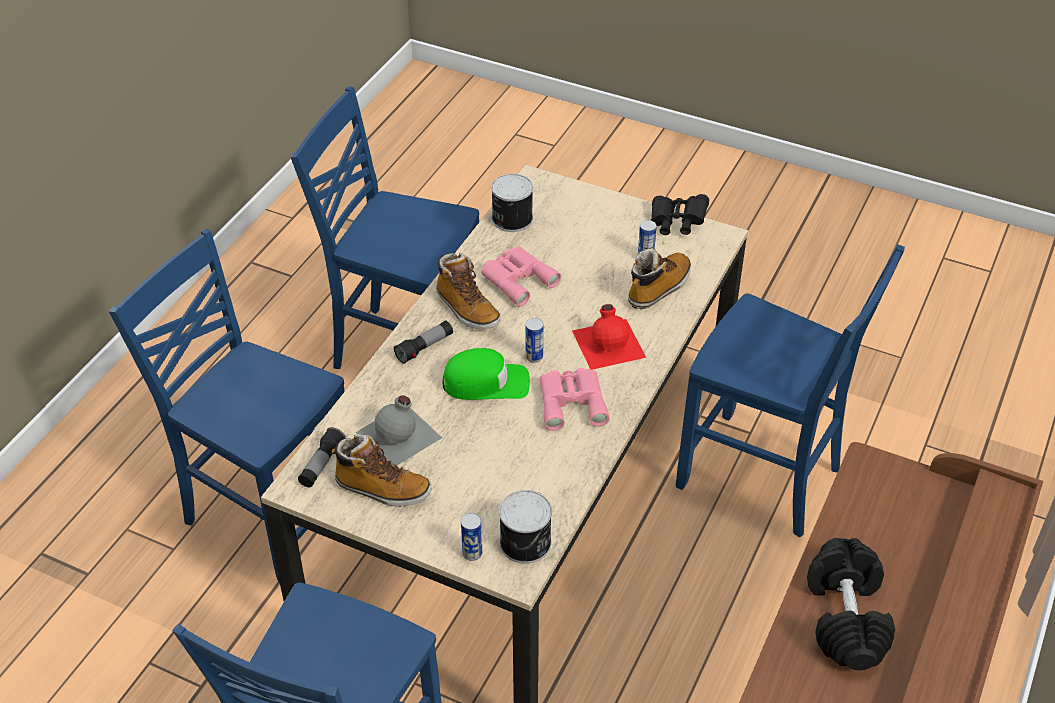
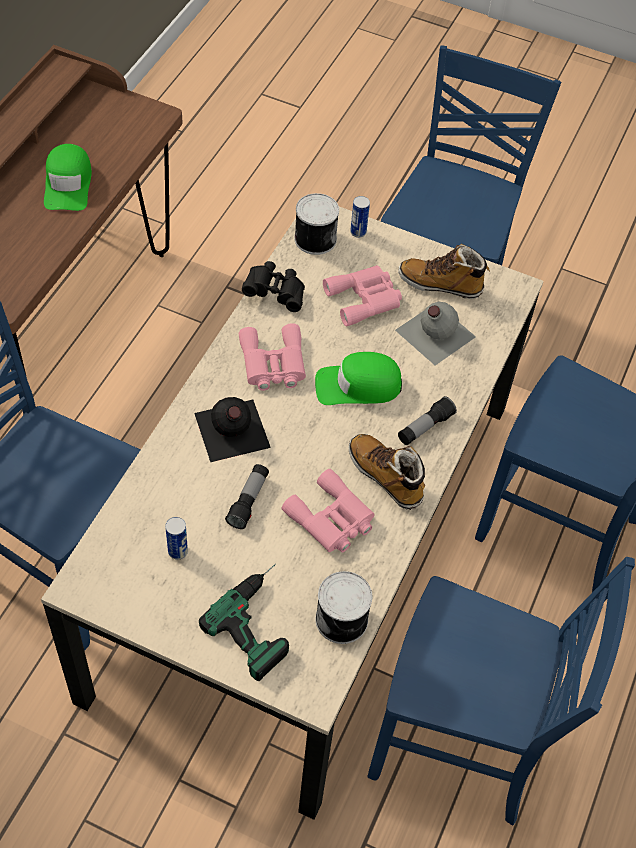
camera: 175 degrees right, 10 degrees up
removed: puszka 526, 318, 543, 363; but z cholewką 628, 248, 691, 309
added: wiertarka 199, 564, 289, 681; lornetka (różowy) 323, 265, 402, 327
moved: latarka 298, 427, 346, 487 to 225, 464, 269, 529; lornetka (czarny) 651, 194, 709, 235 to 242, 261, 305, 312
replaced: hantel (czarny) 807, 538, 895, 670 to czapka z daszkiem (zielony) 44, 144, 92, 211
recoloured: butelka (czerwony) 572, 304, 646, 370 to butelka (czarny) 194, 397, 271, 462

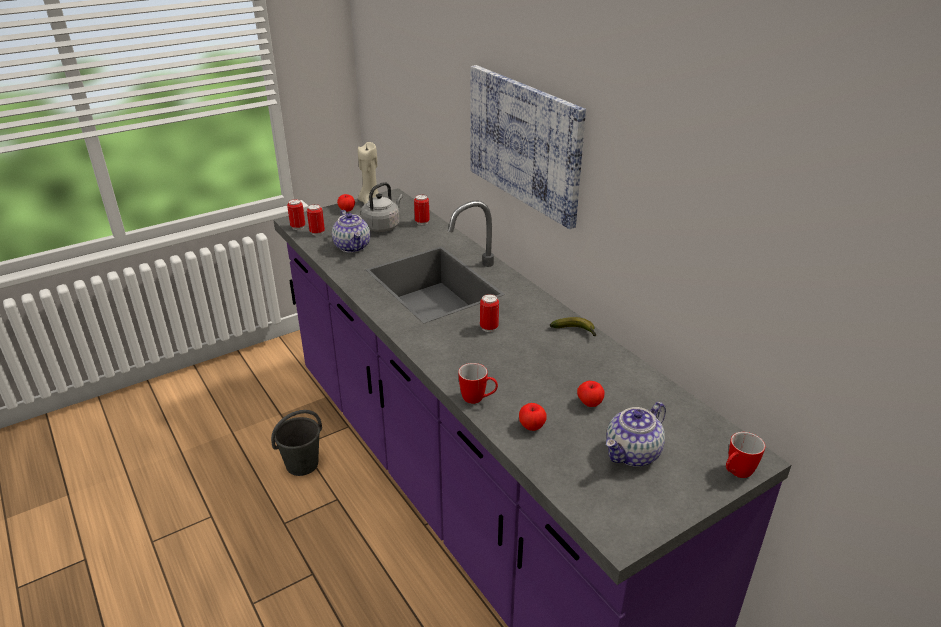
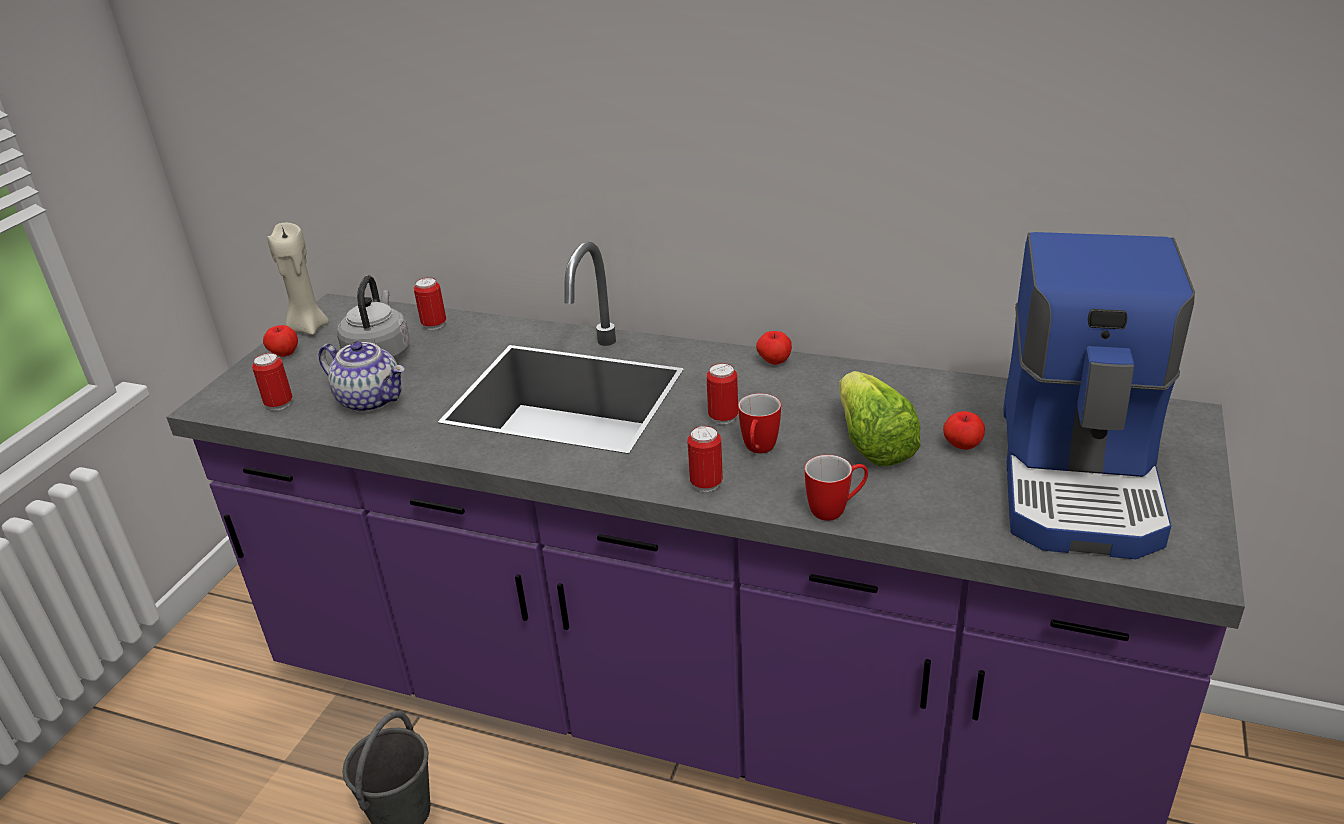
camera: 35 degrees left, 0 degrees up
removed: obraz 470, 65, 586, 229; banan 550, 317, 596, 336
added: sałata 839, 371, 921, 467
moved: puszka 287, 199, 305, 230 to 687, 426, 723, 492; jabłko 519, 403, 547, 431 to 756, 331, 792, 365; kubek 726, 432, 765, 478 to 738, 393, 781, 454
replaced: imbryk 606, 402, 666, 467 to ekspres do kawy 1003, 232, 1195, 559

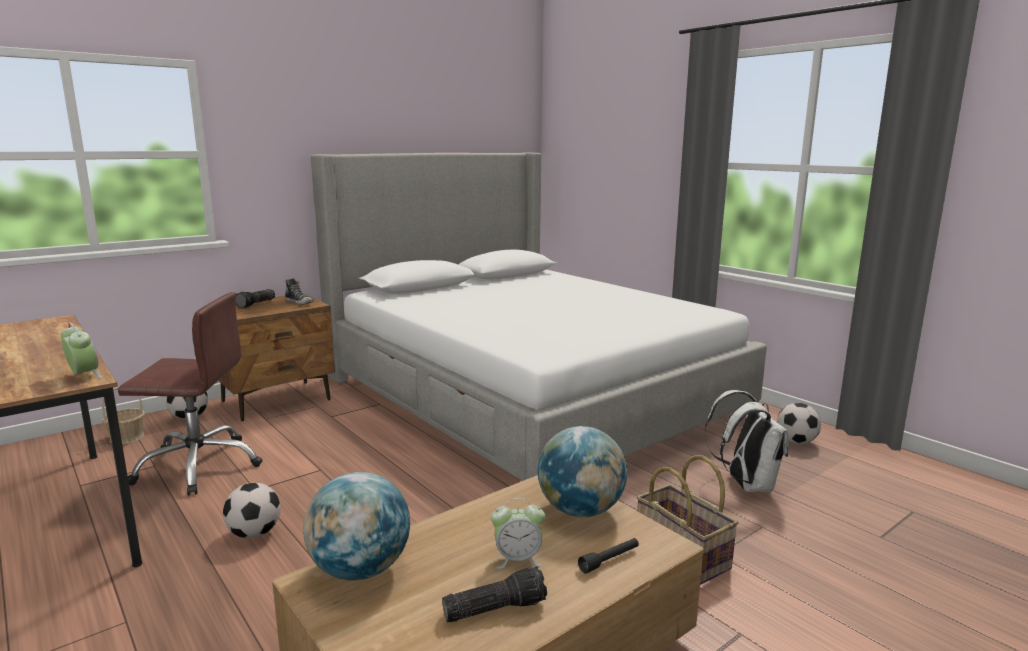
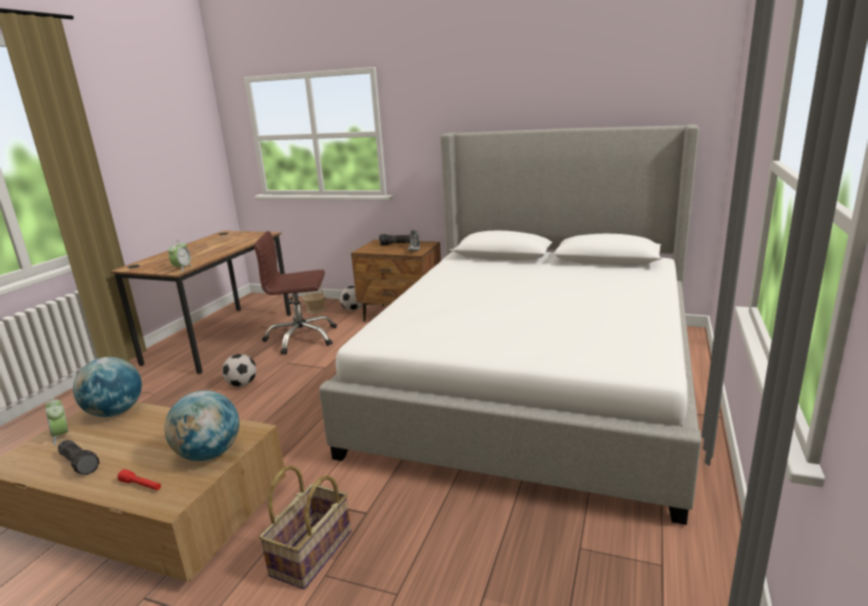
camera: 60 degrees right, 5 degrees up
removed: plecak (biały) 705, 390, 789, 493; piłka futbolowa 777, 403, 821, 444
moved: budzik 491, 498, 545, 569 to 45, 397, 68, 445
recoloured: latarka (czarny) 578, 538, 639, 574 to latarka (czerwony) 117, 469, 161, 490
turned: krzesło biurowe (brązowy) 118, 292, 262, 496 = 253, 231, 337, 355 120 degrees clockwise

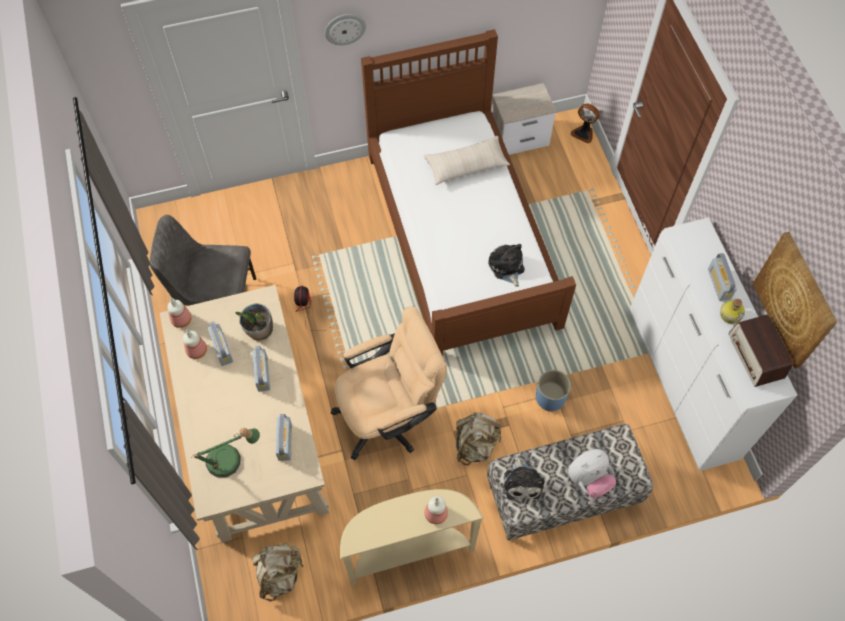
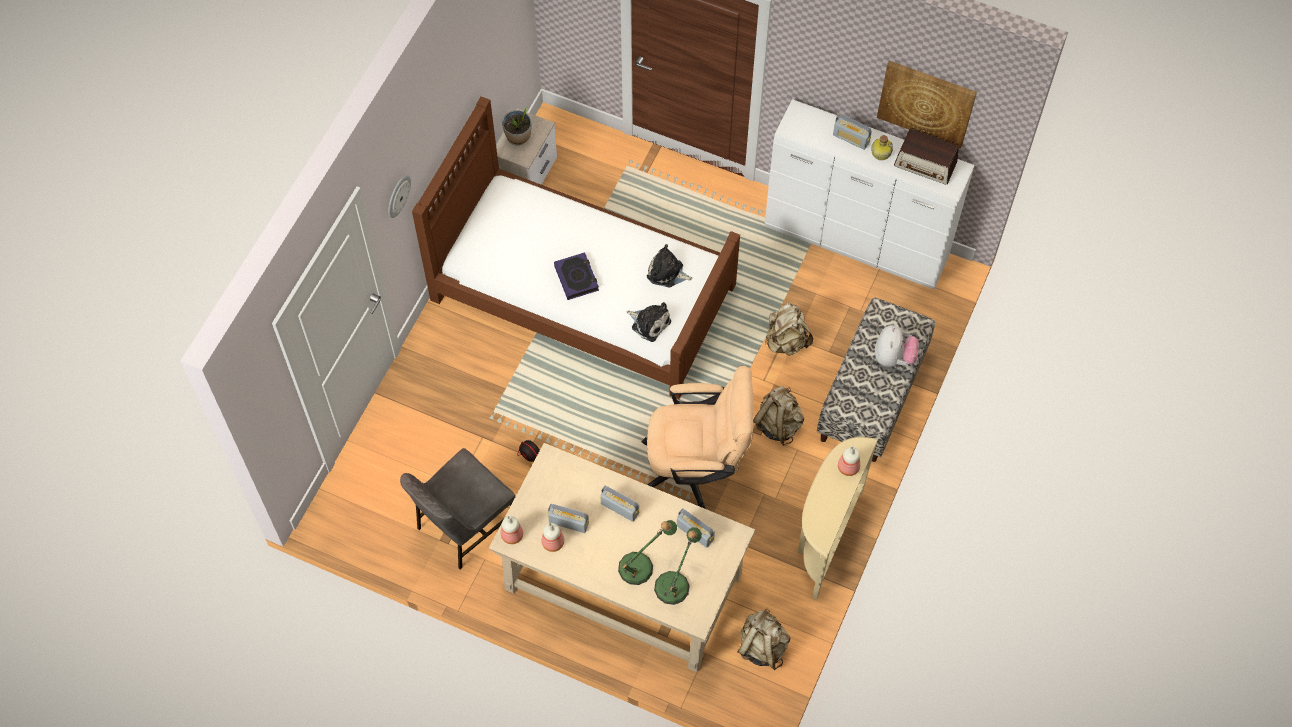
camera: 50 degrees left, 0 degrees up
removed: poduszka (beżowy) 424, 136, 510, 185; wentylator 571, 103, 600, 144
added: książka 554, 252, 599, 300; lampa stołowa 618, 520, 677, 585
moved: roślina doniczkowa 236, 304, 273, 341 to 502, 107, 532, 146; pluszak 504, 456, 545, 500 to 627, 302, 671, 342
replaced: donica (niebieski) 536, 370, 571, 412 to plecak (beżowy) 765, 302, 813, 356
turned: krzesło biurowe (beżowy) 331, 306, 447, 460 = 642, 366, 753, 509 75 degrees clockwise

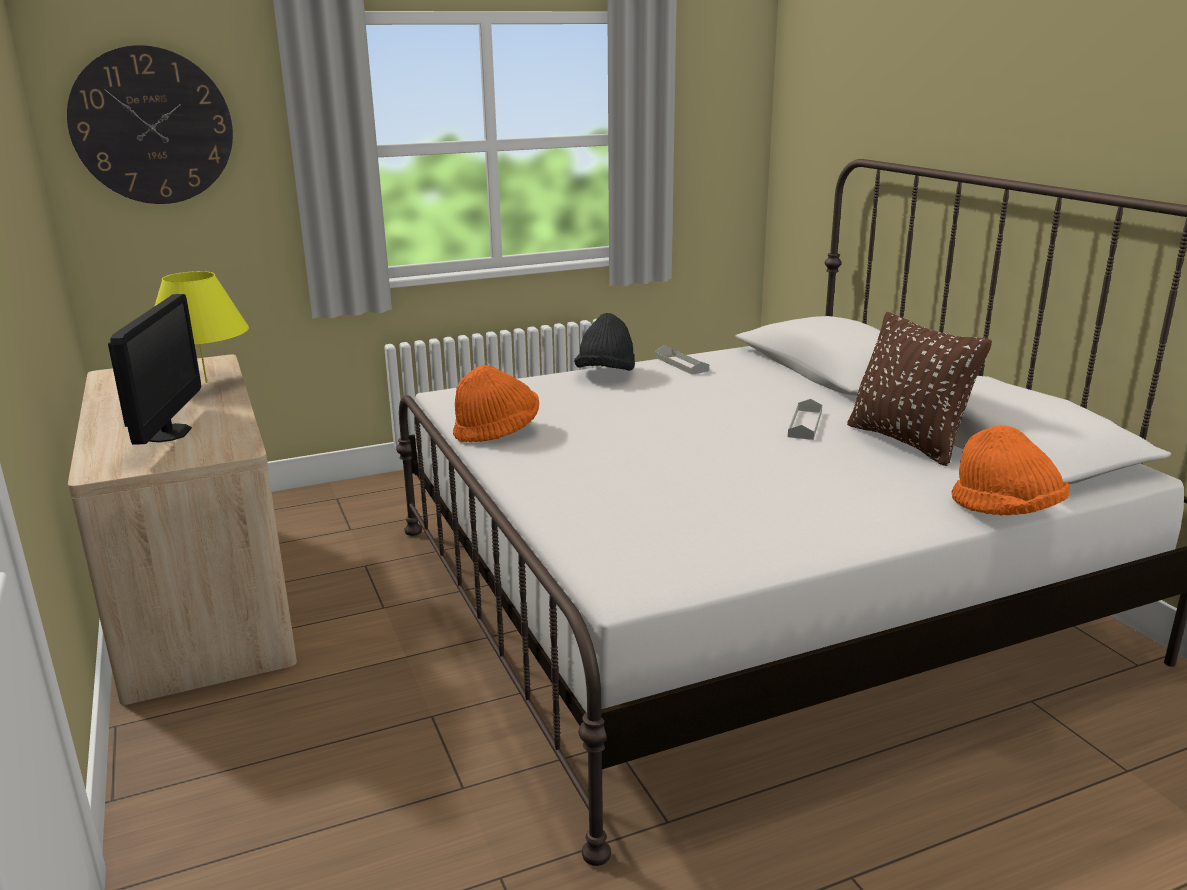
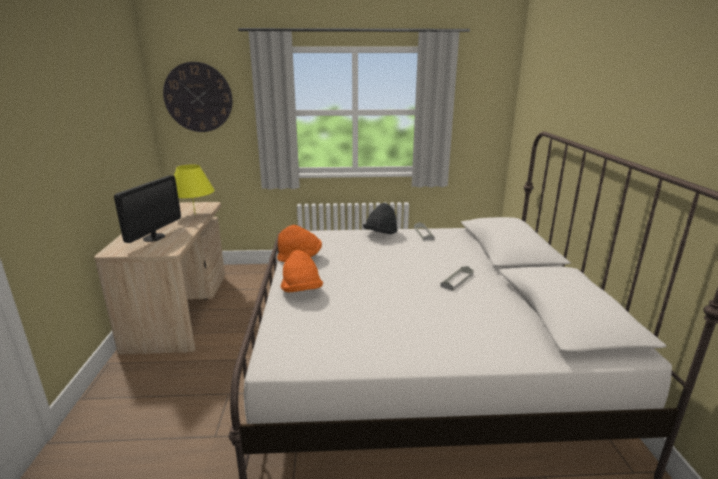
camera: 20 degrees right, 0 degrees up
removed: poduszka (brązowy) 847, 312, 992, 466
moved: kapelusz (pomarańczowy) 952, 425, 1070, 516 to 281, 250, 323, 292

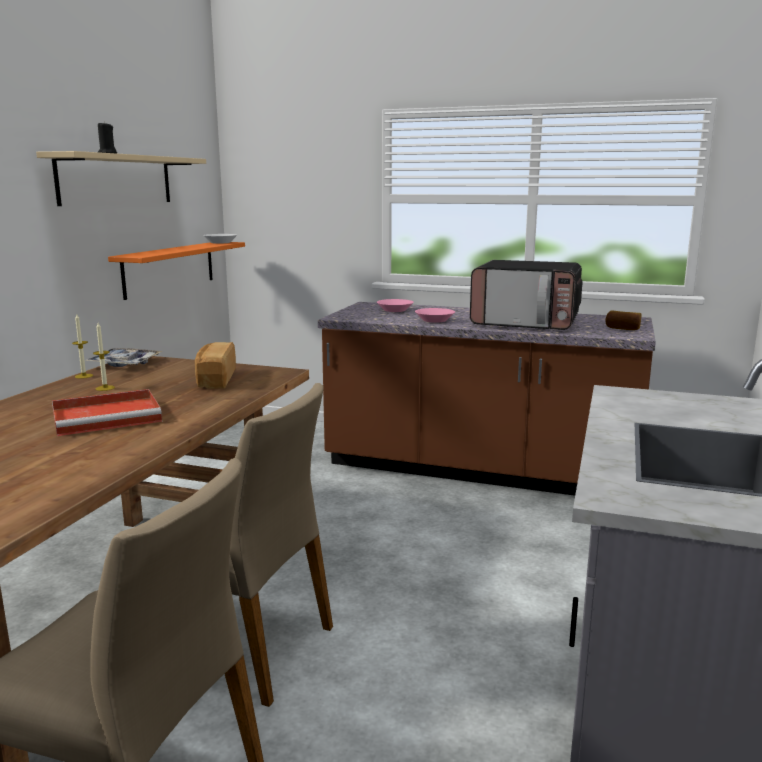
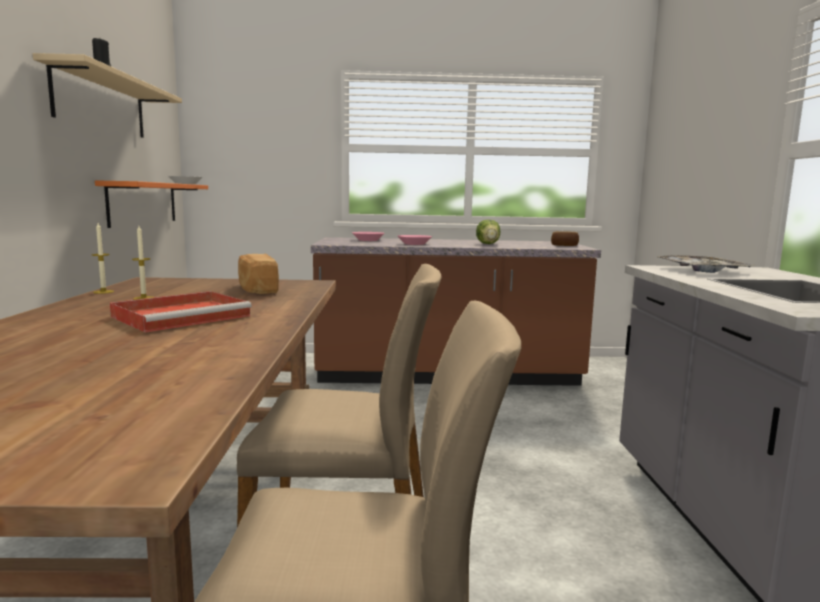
camera: 20 degrees left, 5 degrees down
moved: taca 85, 348, 162, 367 to 658, 255, 755, 273
replaced: mikrofalówka 470, 260, 583, 330 to sałata 476, 219, 500, 244

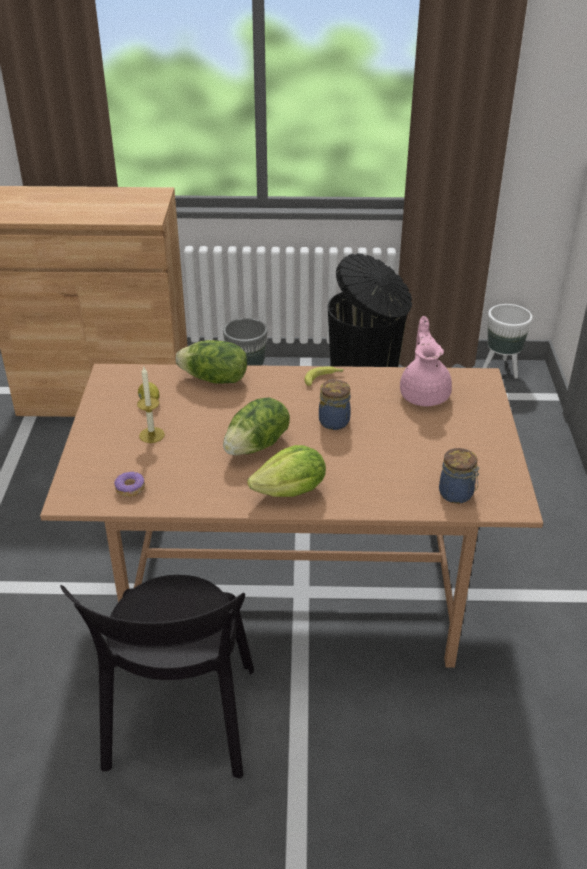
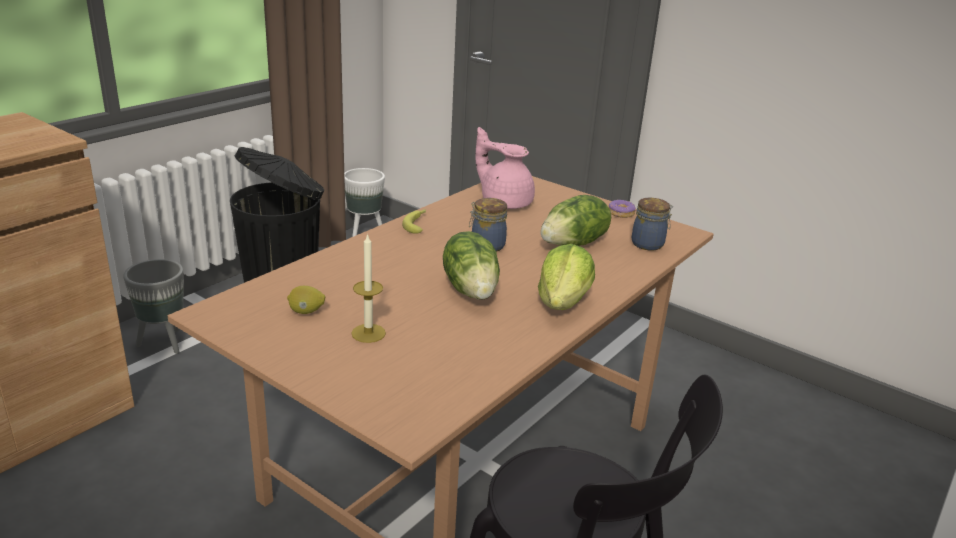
camera: 55 degrees left, 10 degrees down
moved: donut 114, 472, 145, 497 to 609, 200, 636, 218; sałata 176, 340, 247, 384 to 541, 195, 611, 246

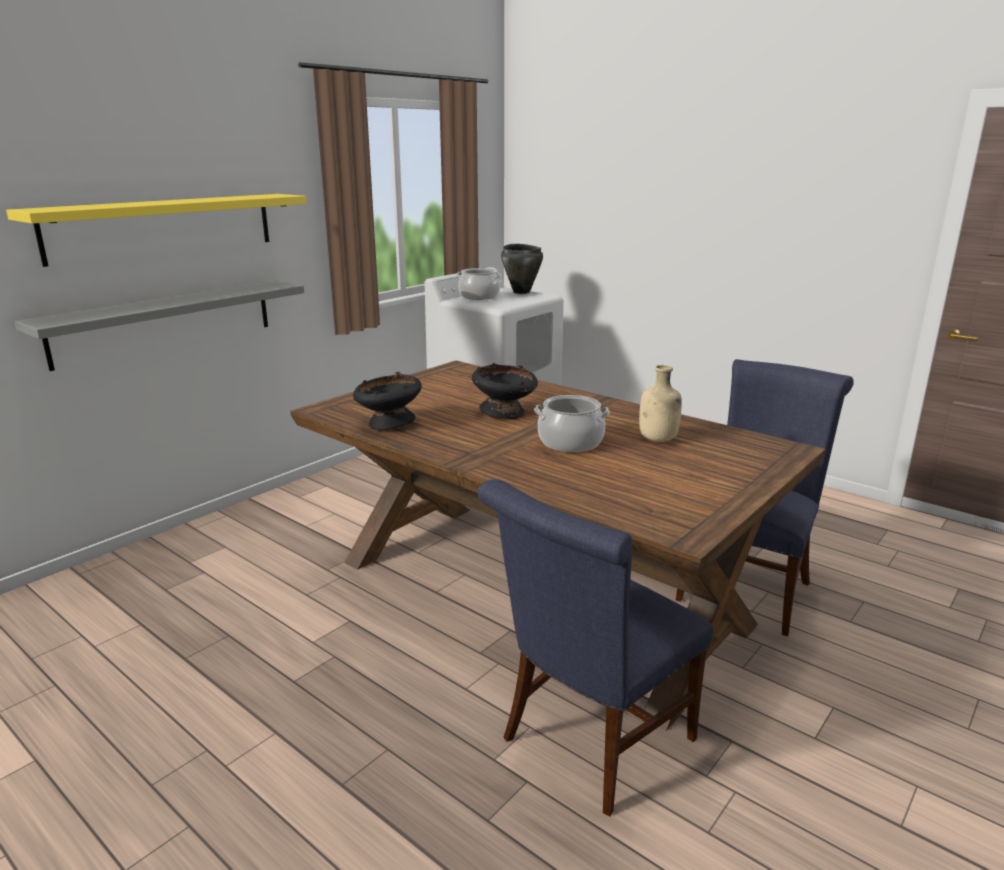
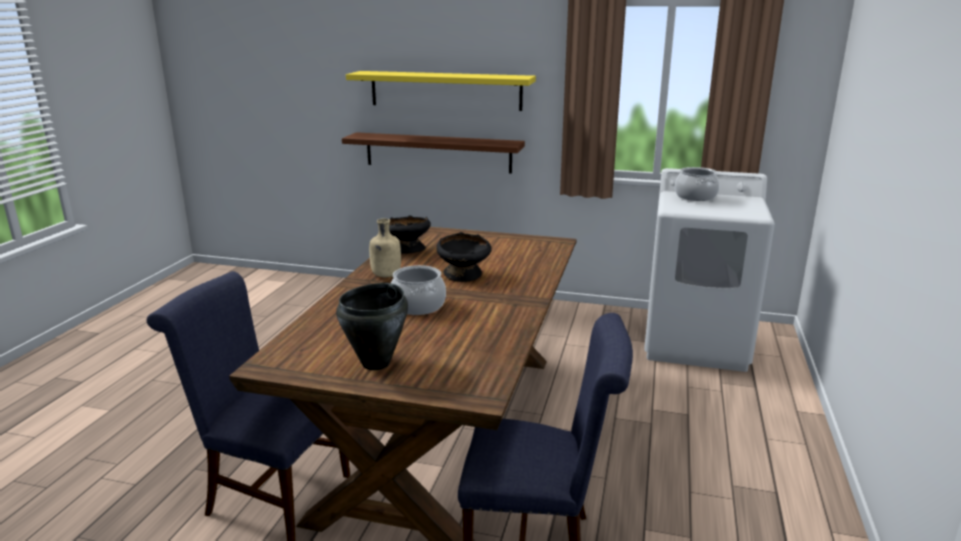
camera: 65 degrees right, 0 degrees up
moved: garnek (czarny) 501, 244, 543, 294 to 336, 283, 408, 370; butelka (beżowy) 639, 365, 682, 442 to 369, 219, 401, 277
recoloured: półka (szary) 14, 281, 304, 371 to półka (brązowy) 342, 132, 525, 174

